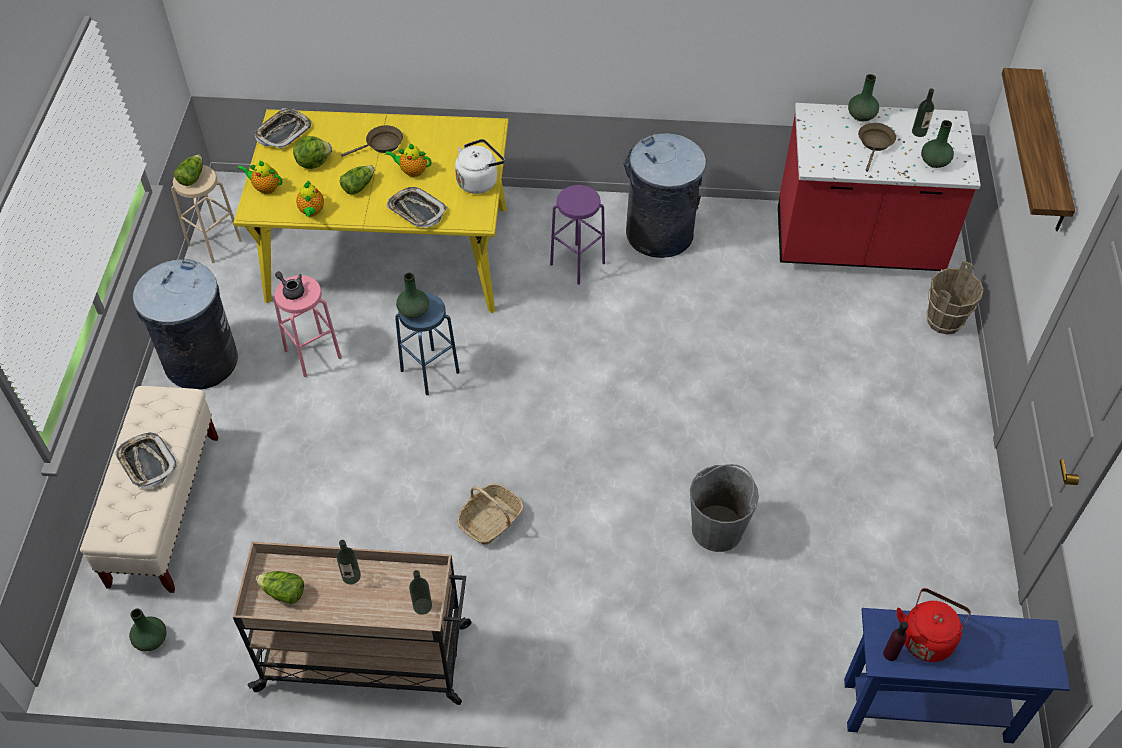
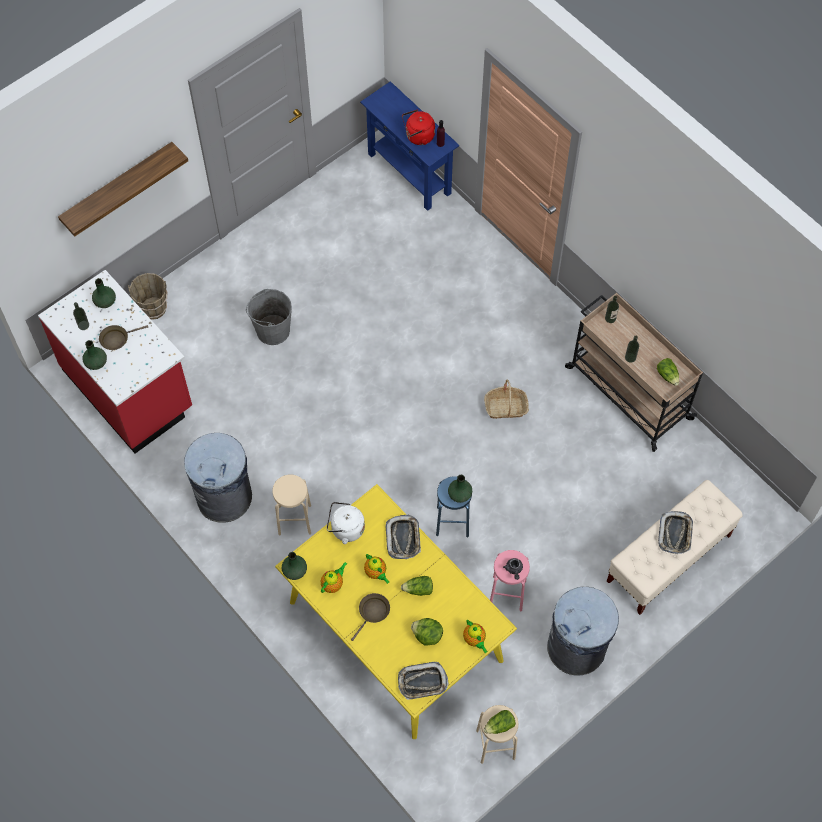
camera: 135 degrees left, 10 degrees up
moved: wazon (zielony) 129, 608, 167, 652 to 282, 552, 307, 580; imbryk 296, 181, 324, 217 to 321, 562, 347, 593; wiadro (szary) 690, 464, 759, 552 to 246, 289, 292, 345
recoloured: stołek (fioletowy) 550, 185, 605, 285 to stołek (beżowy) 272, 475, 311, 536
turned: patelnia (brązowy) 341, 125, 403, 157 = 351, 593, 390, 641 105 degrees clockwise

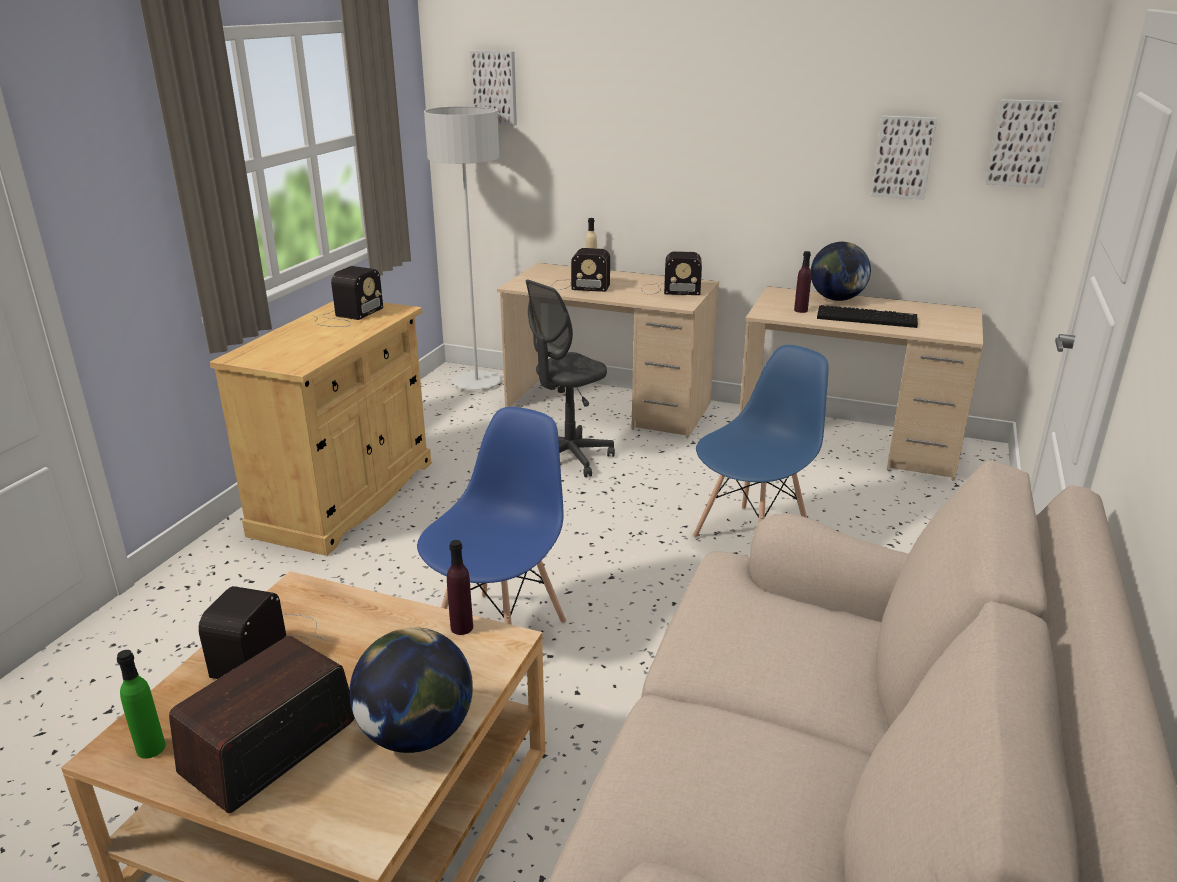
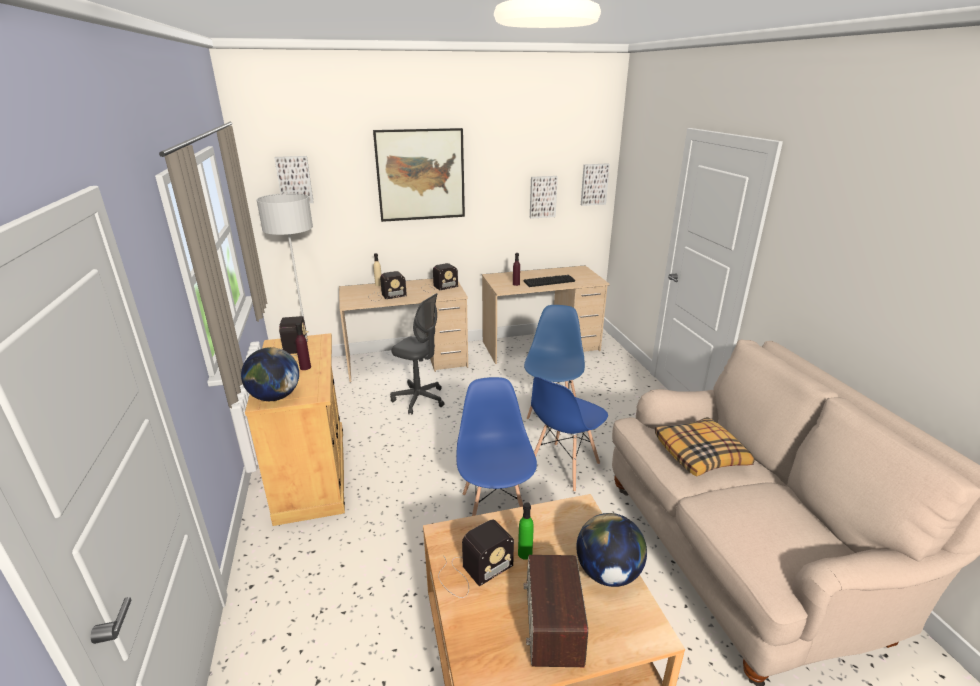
camera: 35 degrees left, 0 degrees up
added: obraz 373, 128, 465, 222; krzesło (niebieski) 531, 377, 608, 492; poduszka 655, 417, 755, 477
moved: butelka (zielony) 117, 650, 166, 759 to 518, 502, 534, 560; butelka (fioletowy) 447, 540, 473, 635 to 295, 323, 311, 370; globus 811, 242, 871, 301 to 241, 347, 299, 401
turned: radio 198, 586, 327, 679 = 438, 519, 514, 598 105 degrees counterclockwise; krzesło biurowe (szary) 526, 279, 615, 478 = 390, 293, 444, 415 75 degrees counterclockwise

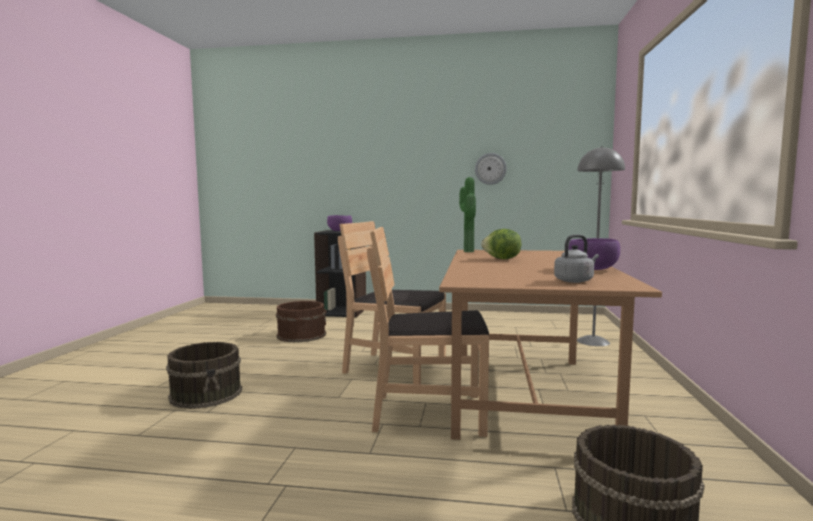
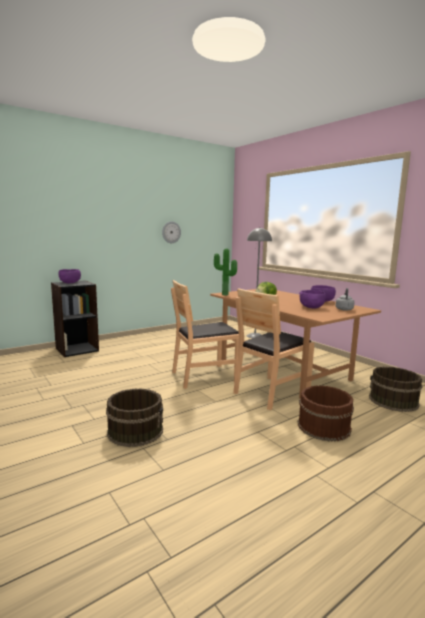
camera: 45 degrees left, 5 degrees up
added: miska (fioletowy) 299, 290, 326, 309
moved: wiadro (brązowy) 276, 301, 326, 342 to 297, 385, 354, 442

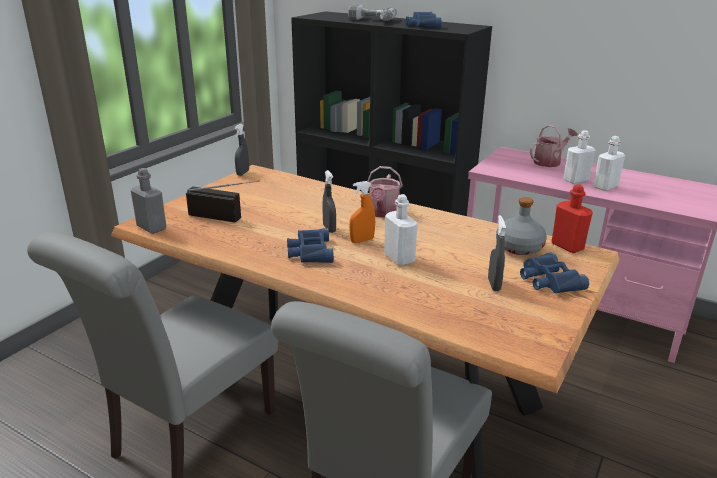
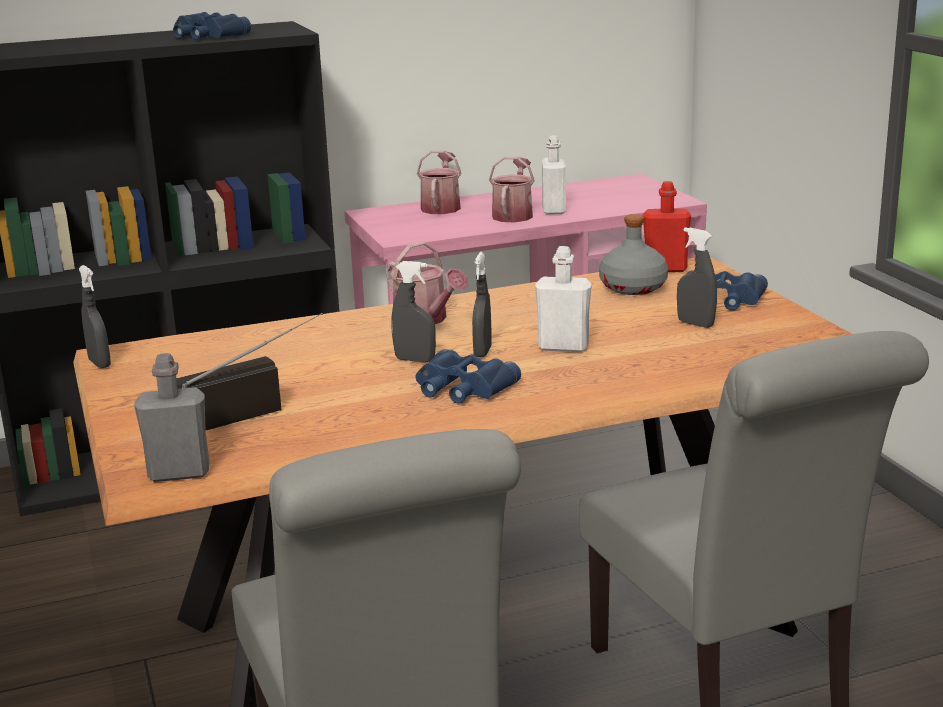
camera: 50 degrees left, 5 degrees down
removed: wiertarka 348, 5, 397, 21
replaced: butelka (biały) 564, 130, 595, 184 to konewka 489, 157, 535, 222
recoloured: spryskiwacz (pomarańczowy) 349, 181, 375, 243 to spryskiwacz (szary) 472, 252, 492, 357

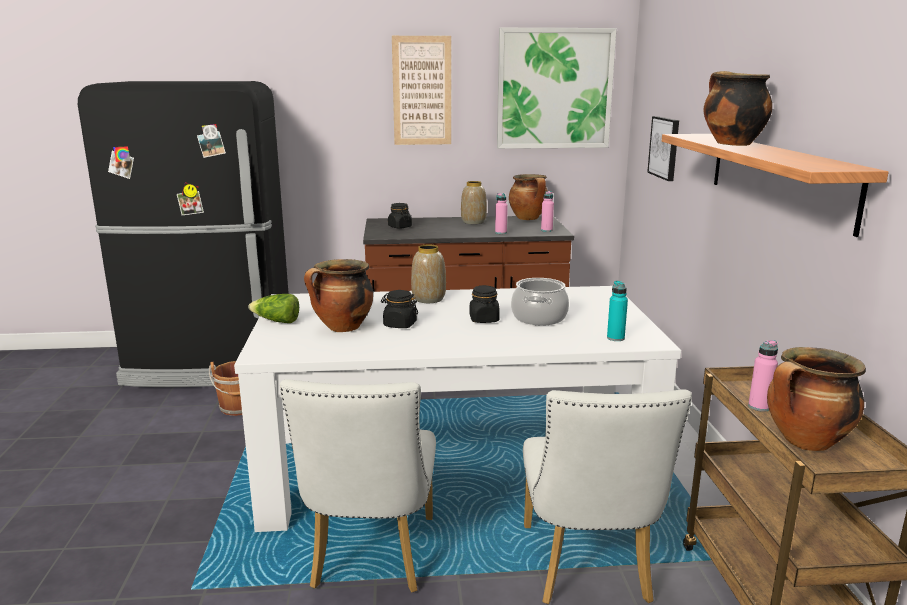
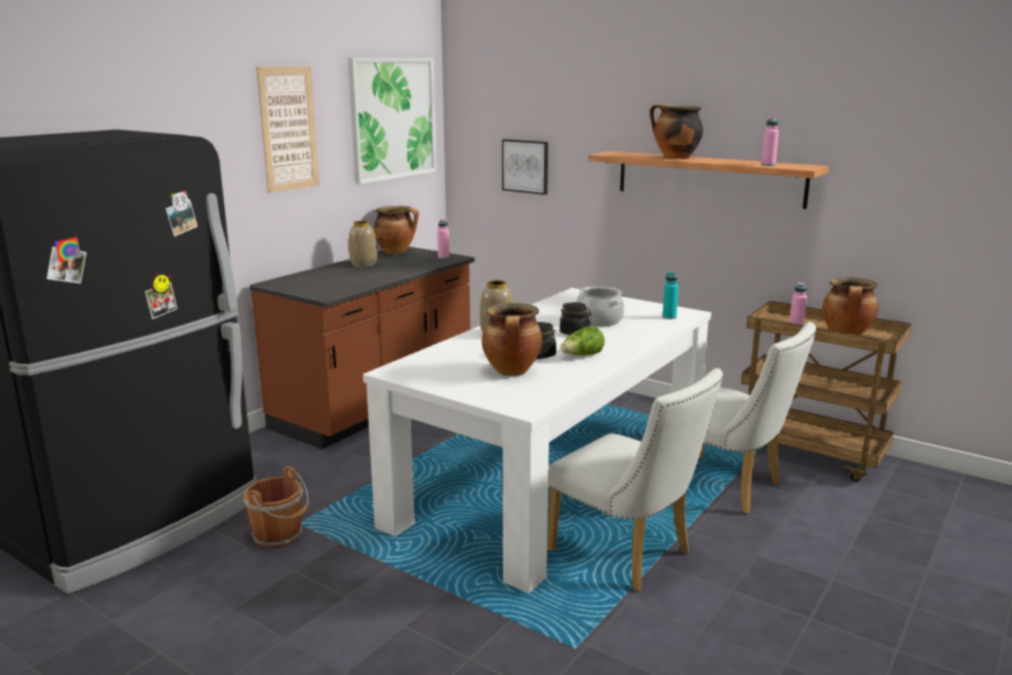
camera: 50 degrees left, 0 degrees up
removed: słoik (czarny) 388, 203, 412, 228
moved: sałata 248, 294, 299, 323 to 560, 326, 605, 355; butelka (różowy) 495, 193, 508, 234 to 761, 117, 779, 166

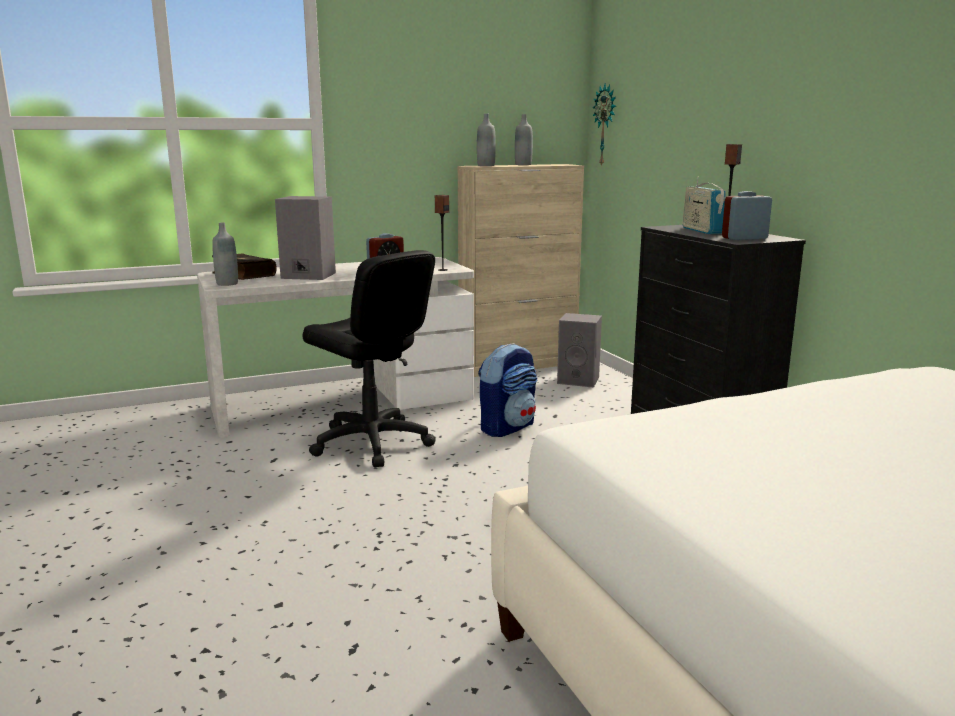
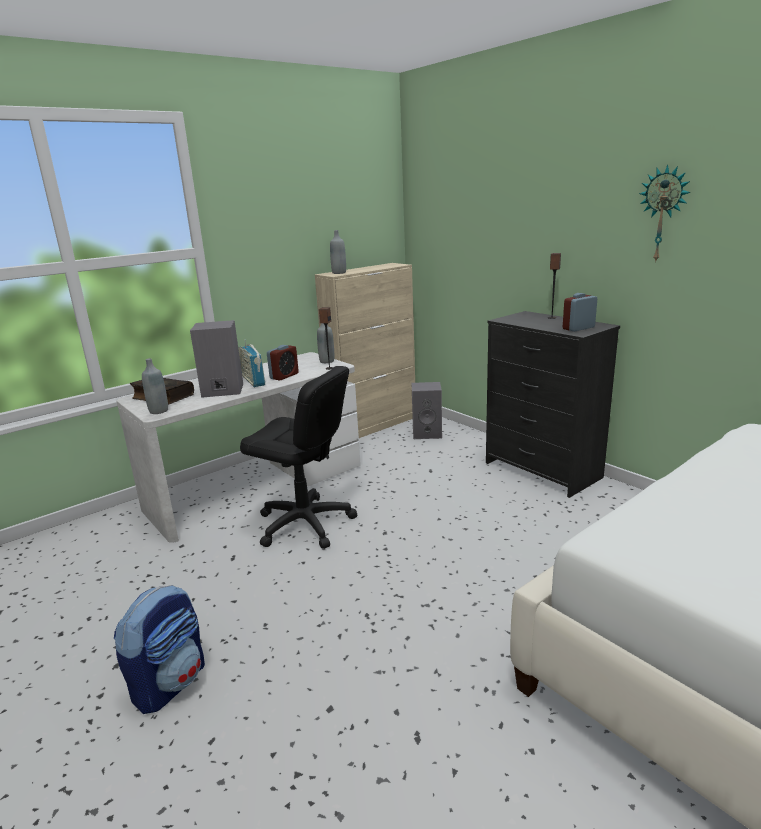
camera: 15 degrees left, 5 degrees up
moved: plecak 478, 343, 538, 437 to 114, 585, 205, 714; butelka (szary) 515, 114, 533, 165 to 317, 323, 334, 363; zegar ścienny 592, 83, 616, 167 to 639, 165, 691, 263; radio 682, 177, 726, 234 to 238, 340, 265, 387

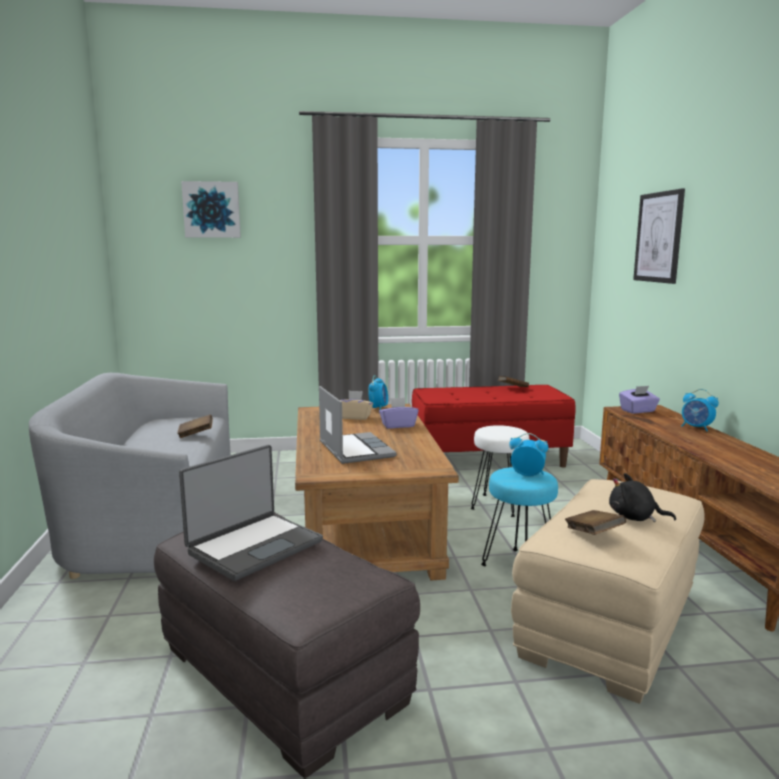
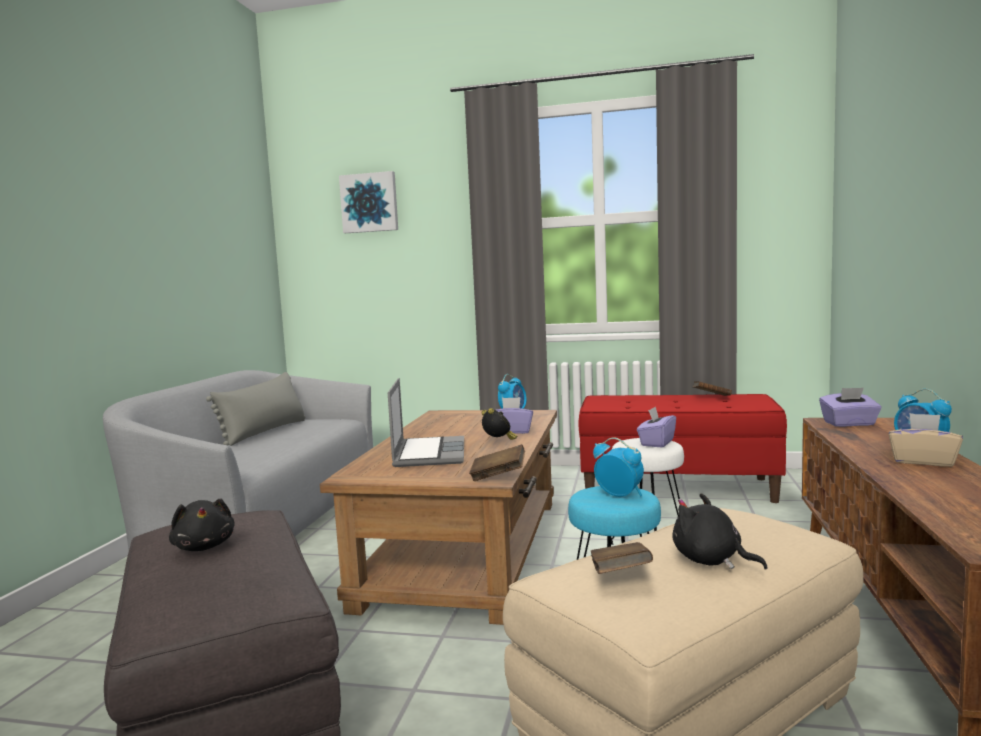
camera: 20 degrees right, 5 degrees down
removed: obraz 633, 188, 685, 284
added: poduszka (szary) 206, 372, 305, 446; budzik 482, 408, 517, 440; pudełko chusteczek (fioletowy) 637, 407, 676, 448
moved: książka (brązowy) 177, 414, 213, 438 to 469, 444, 525, 481; pudełko chusteczek (beżowy) 340, 390, 373, 420 to 889, 413, 963, 467
replaced: laptop 179, 445, 323, 581 to pluszak (czarny) 169, 498, 235, 551

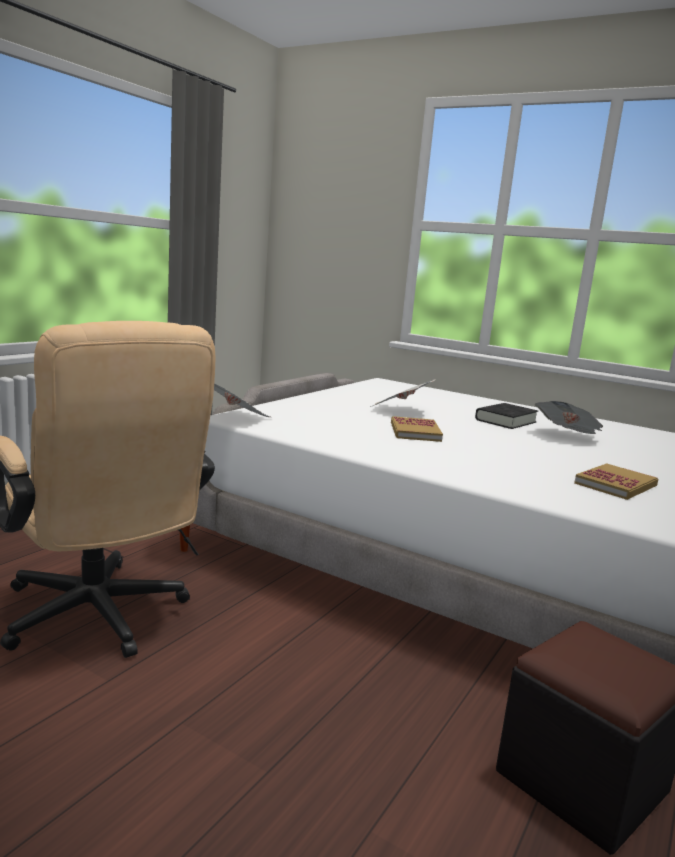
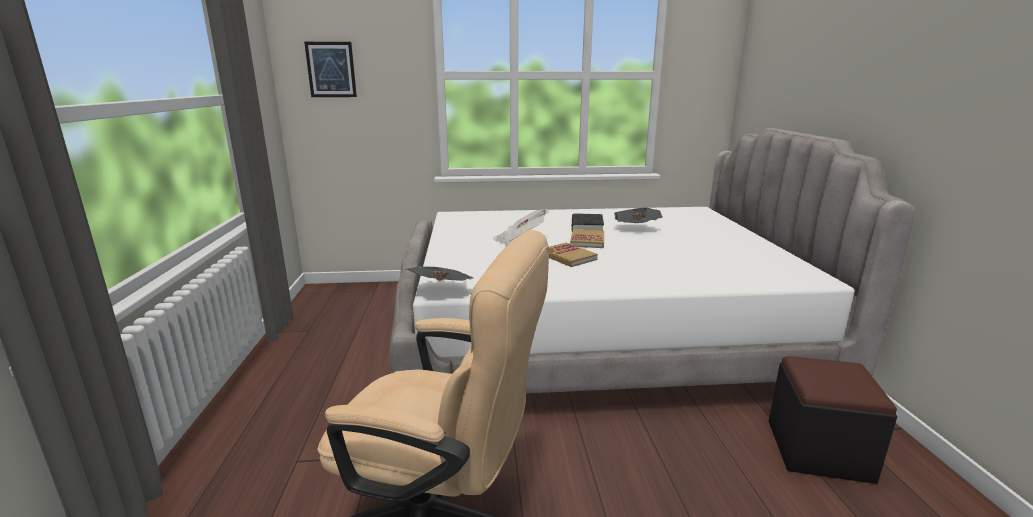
camera: 35 degrees left, 5 degrees up
added: obraz 304, 42, 357, 97
moved: książka 574, 463, 658, 500 to 570, 229, 604, 248

